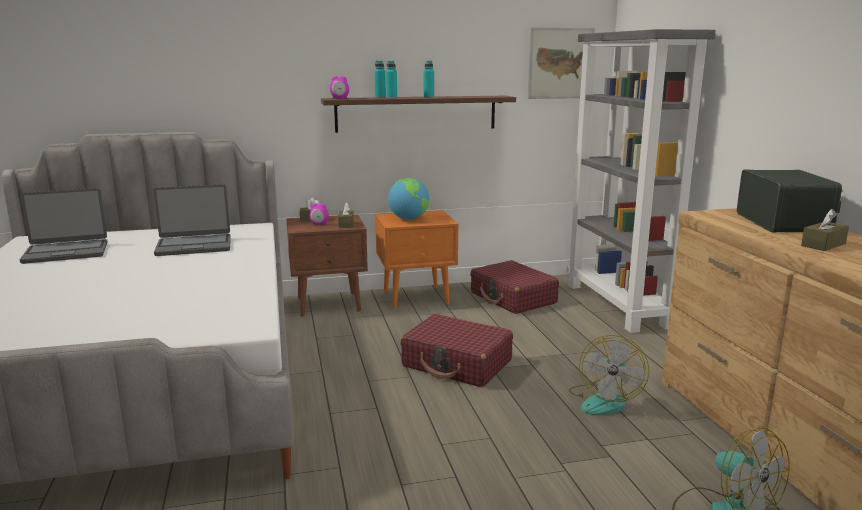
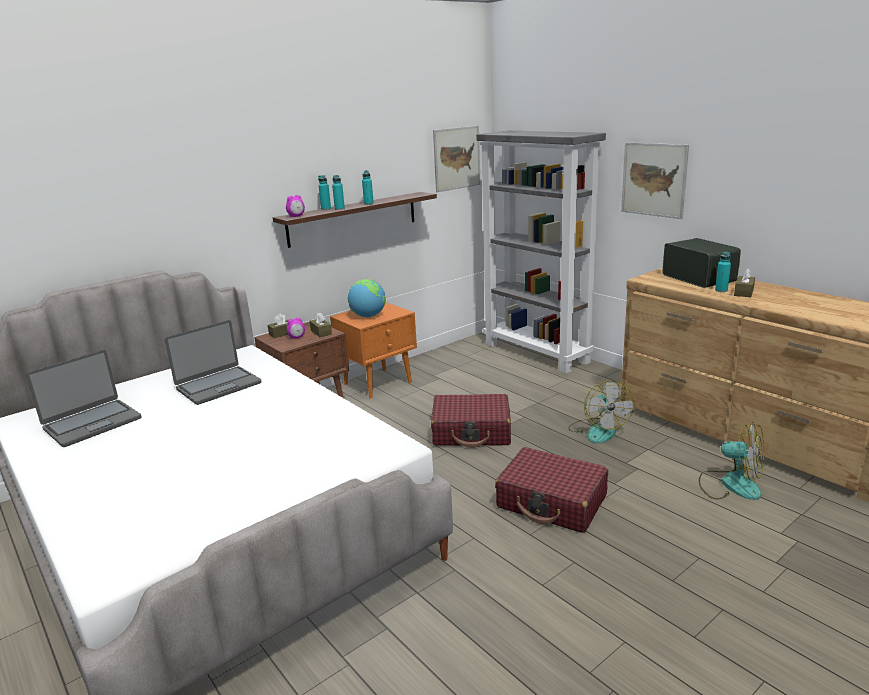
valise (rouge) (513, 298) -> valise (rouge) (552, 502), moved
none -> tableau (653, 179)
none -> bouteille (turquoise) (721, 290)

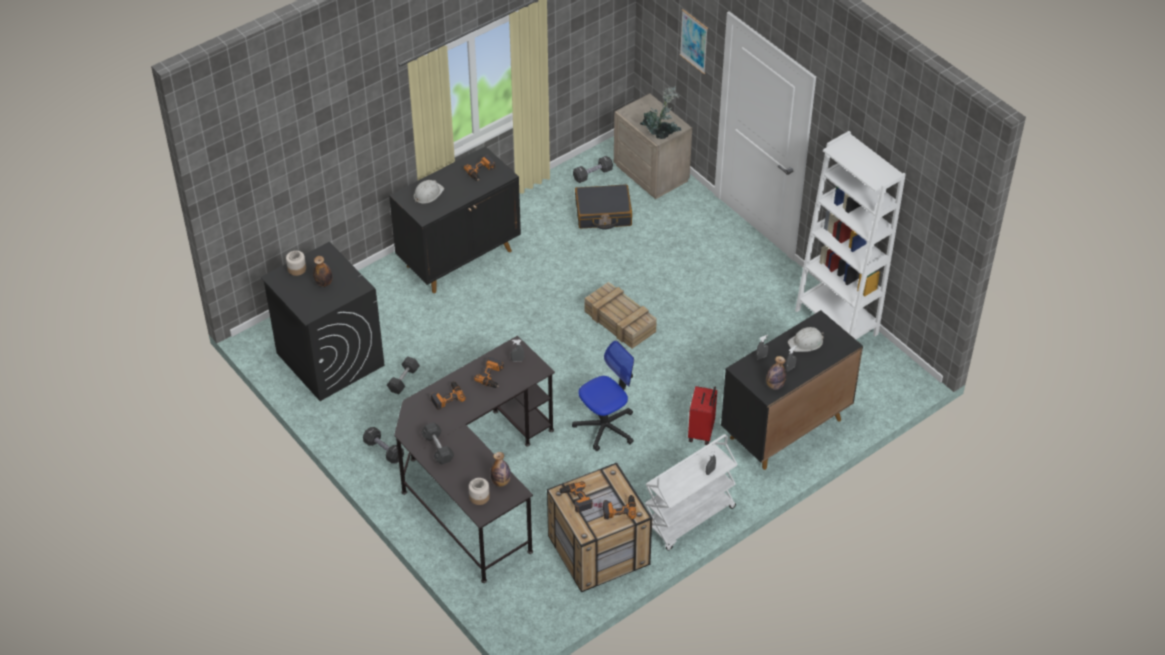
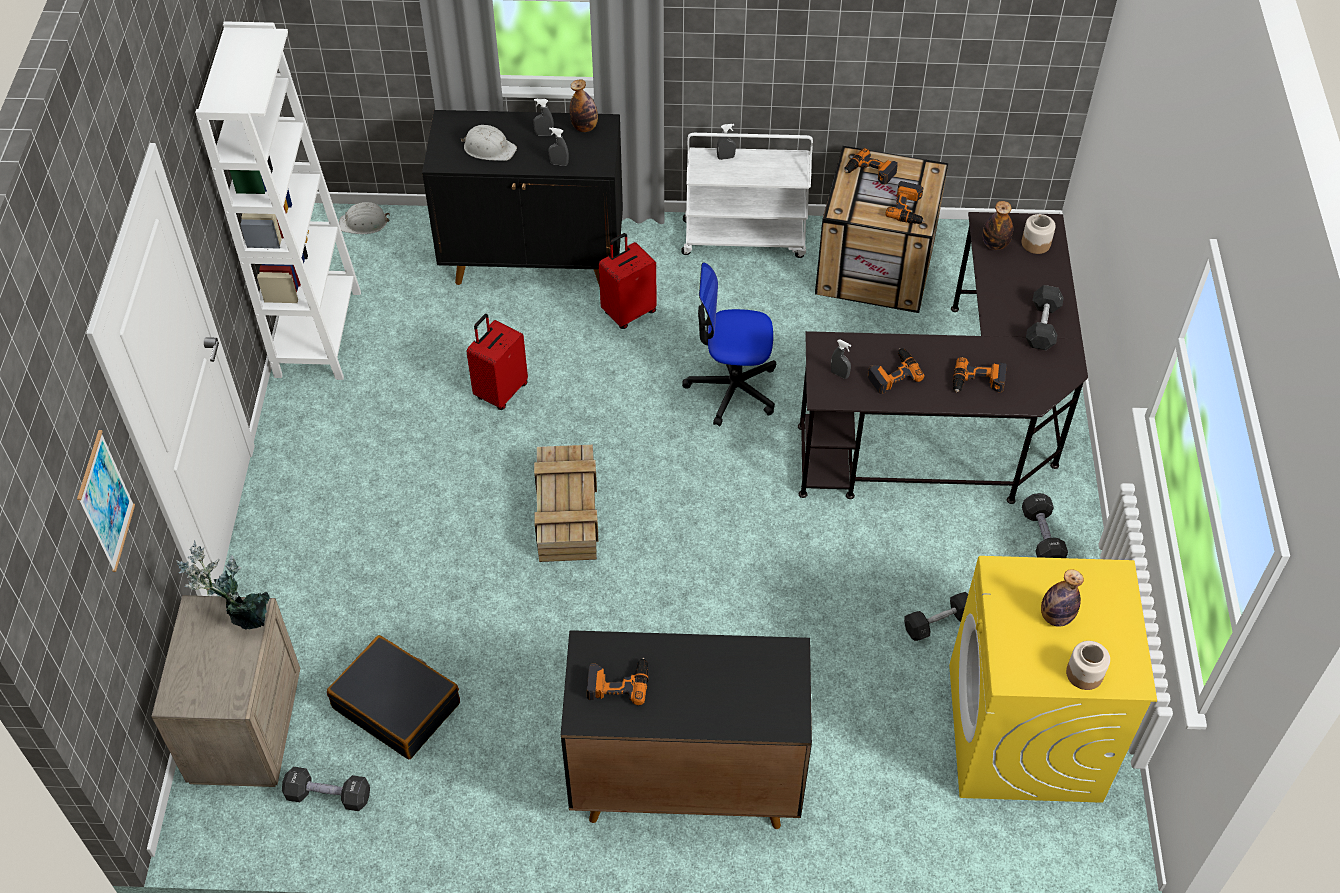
lave-linge (noir) (329, 359) -> lave-linge (jaune) (1024, 733)
casque de chantier (blanc) (428, 194) -> casque de chantier (blanc) (364, 223), moved
none -> valise (rouge) (500, 391)

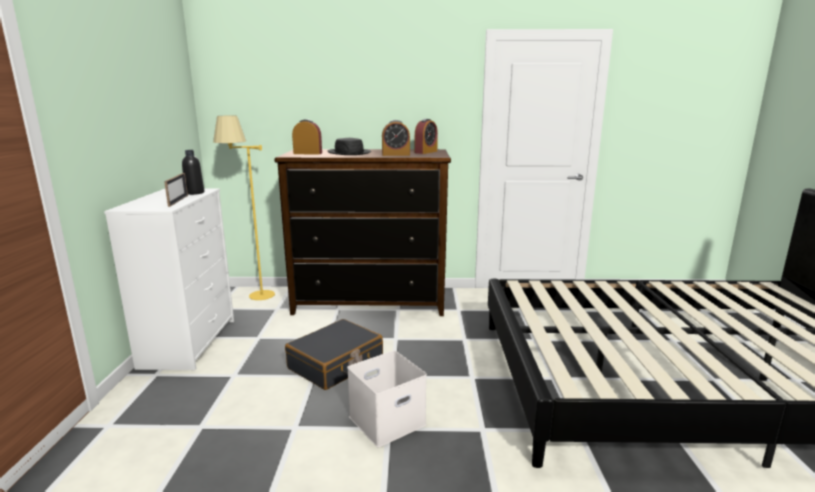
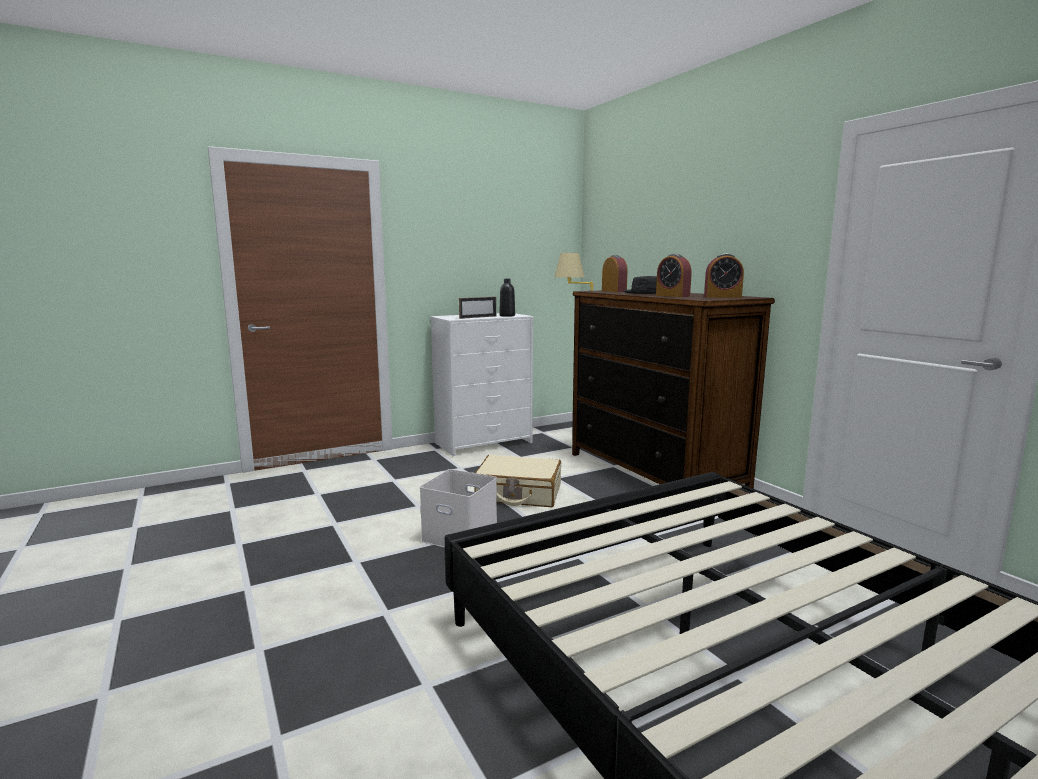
valise (noir) (336, 364) -> valise (beige) (518, 493)

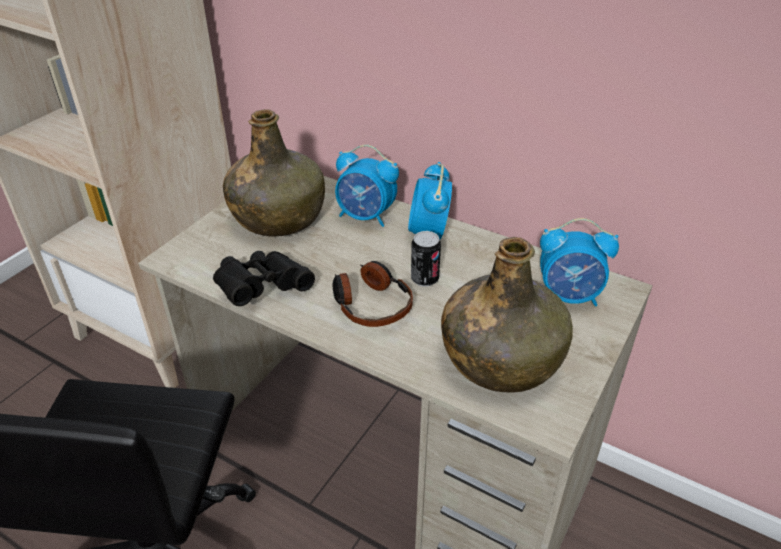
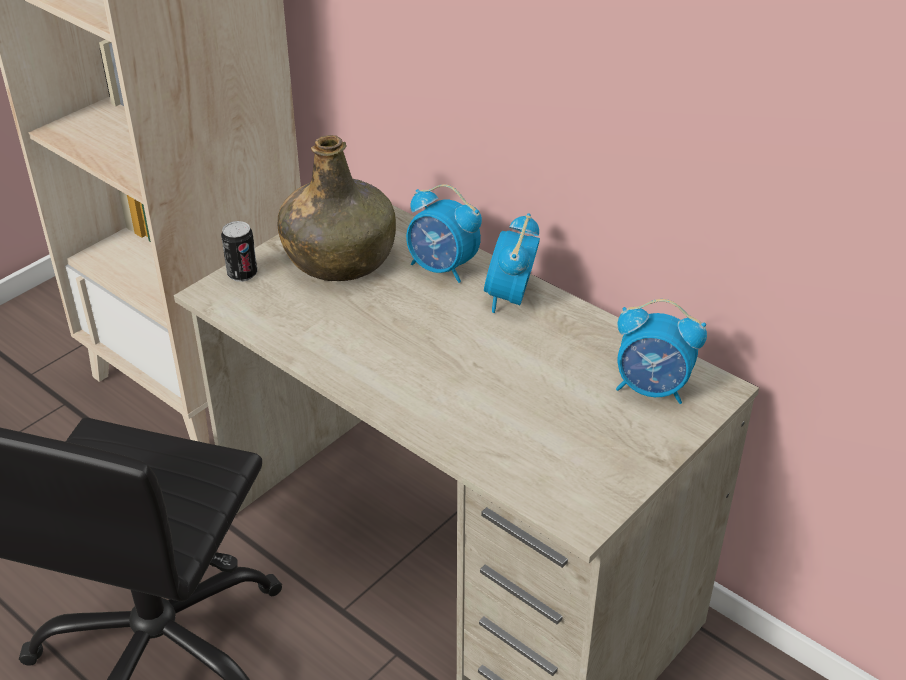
jumelles (noir) (262, 289) -> none
casque audio (370, 304) -> none
boîte métallique (424, 279) -> boîte métallique (242, 274), moved
bouteille (vert) (501, 359) -> none

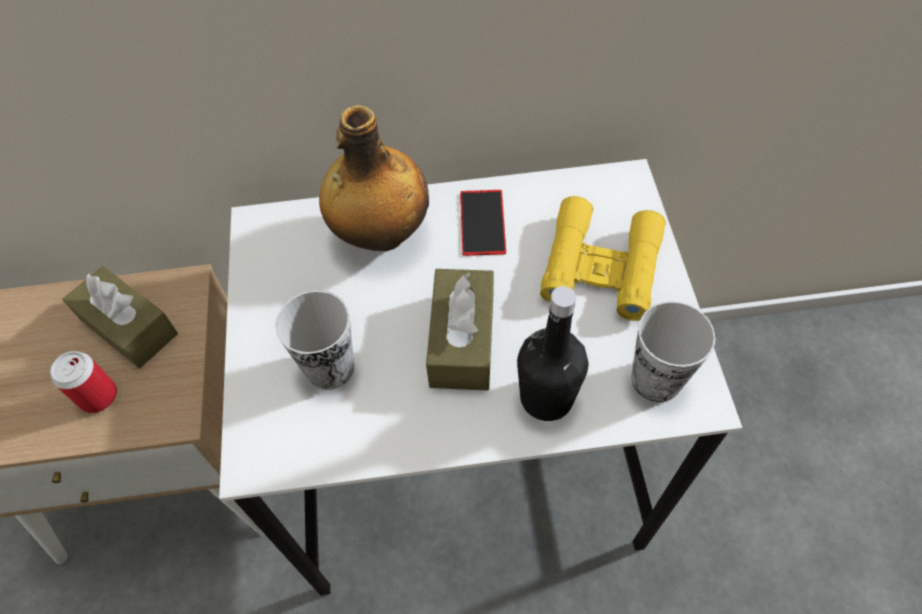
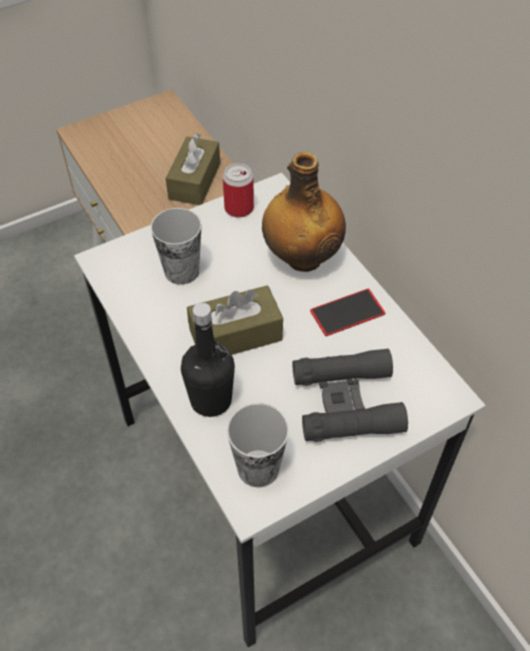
boîte métallique (98, 396) -> boîte métallique (239, 208), moved
jumelles (jaune) (600, 267) -> jumelles (noir) (346, 402)

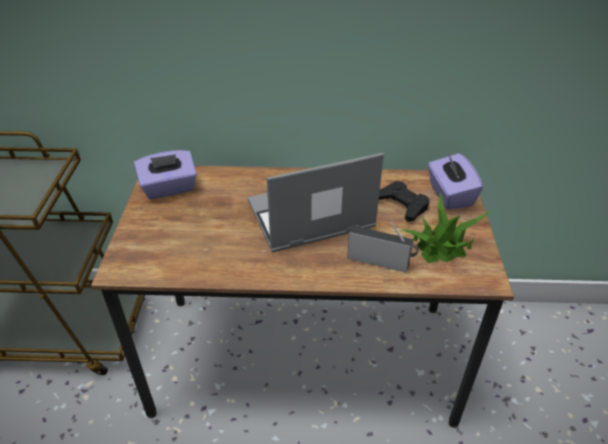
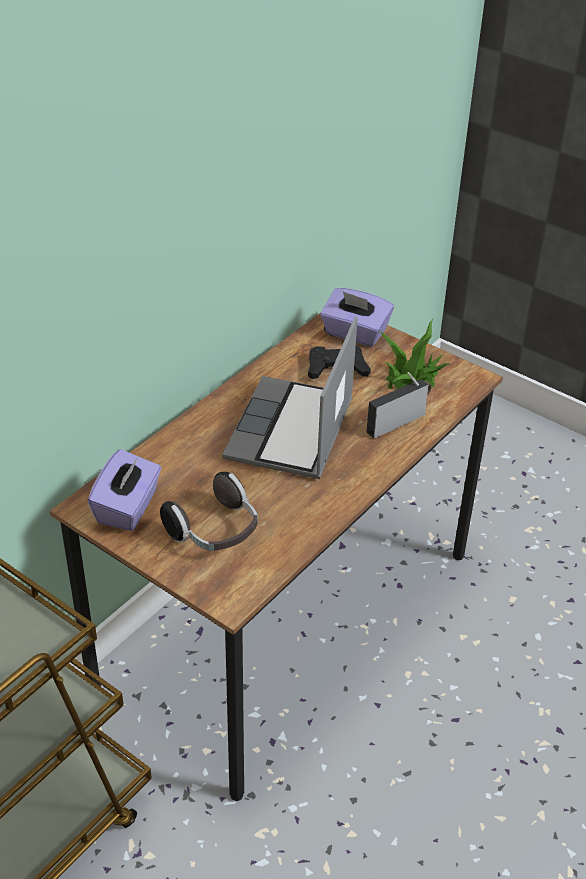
none -> casque audio (215, 532)

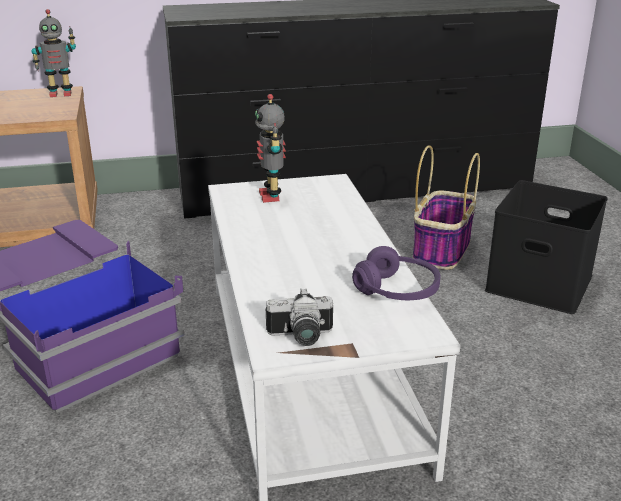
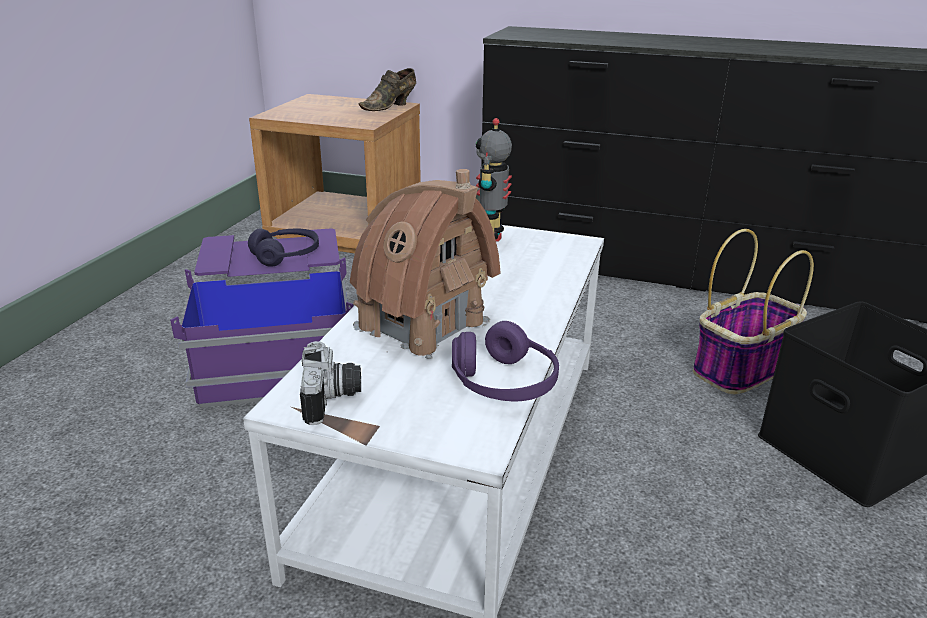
robot jouet (60, 94) -> chaussure (marron) (390, 107)
appareil photo (301, 337) -> appareil photo (333, 399), 120 degrees counterclockwise
none -> casque audio (violet) (286, 255)
none -> maison miniature (422, 325)

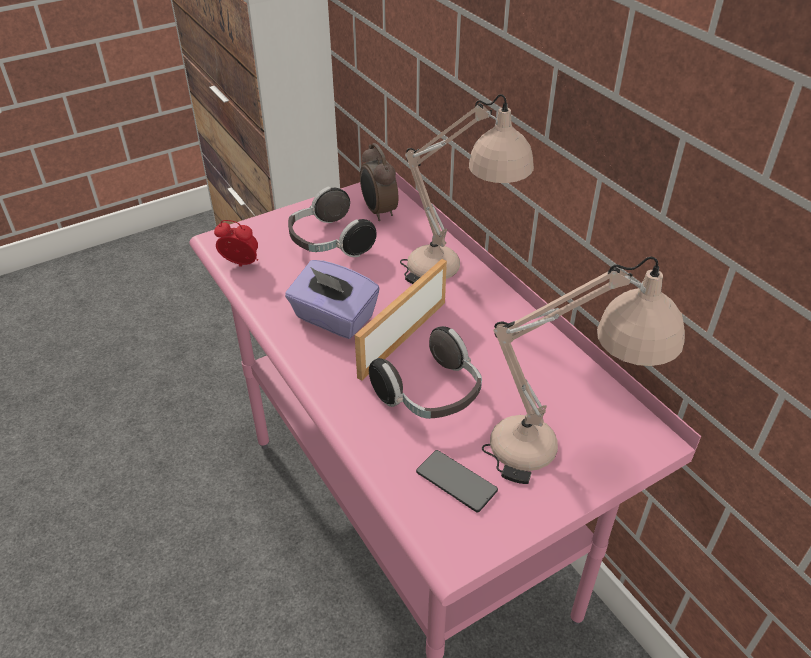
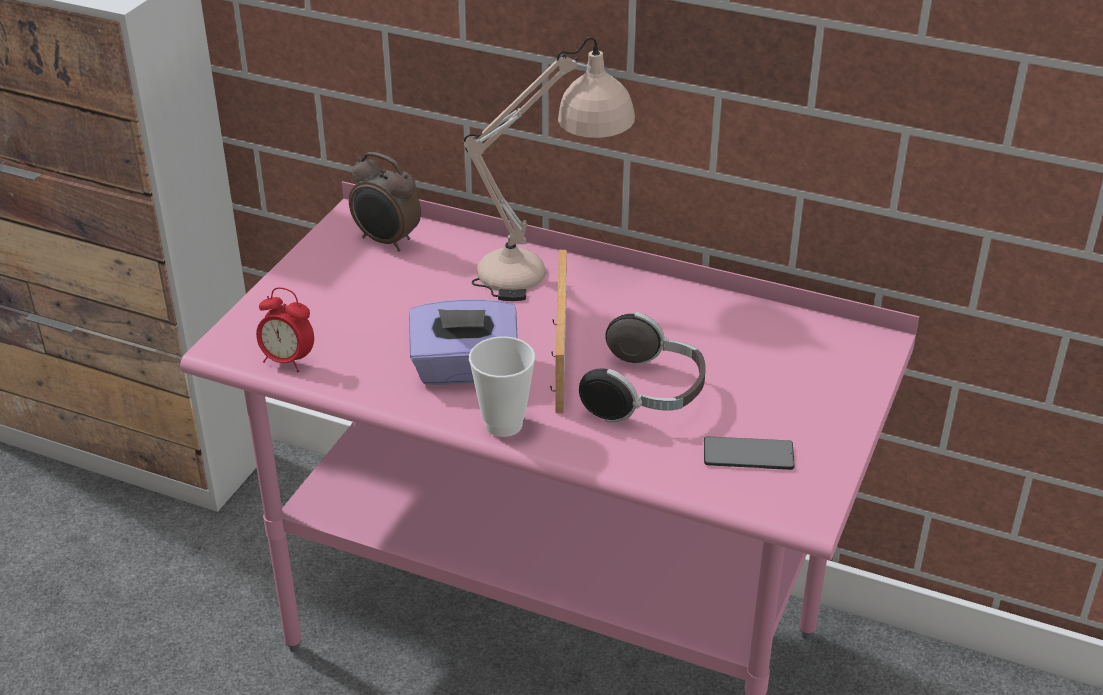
réveil (241, 264) -> réveil (287, 361), 135 degrees counterclockwise
casque audio (328, 243) -> none
lampe de table (beige) (560, 454) -> none
none -> tasse (503, 424)

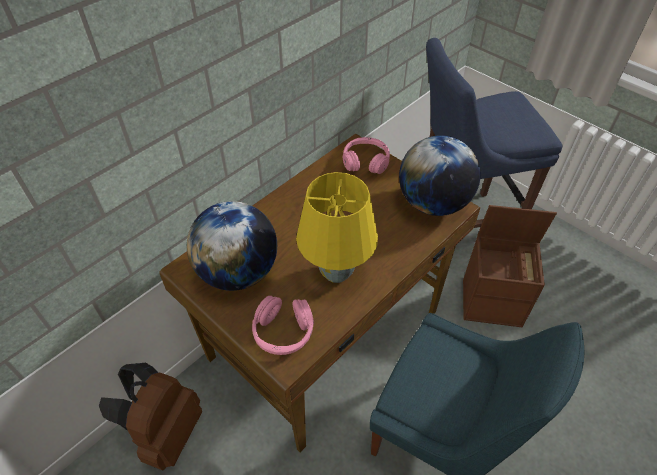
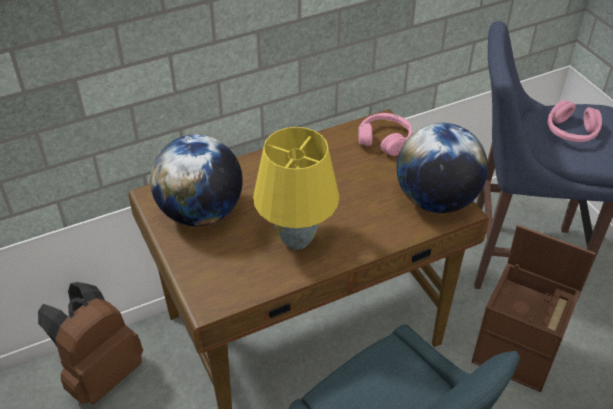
casque audio (rose) (283, 332) -> casque audio (rose) (571, 132), moved

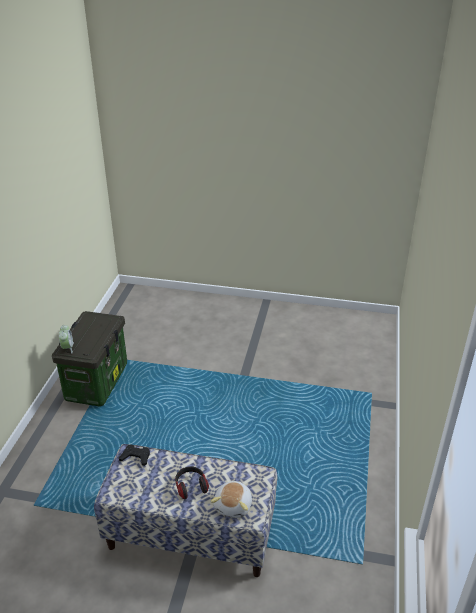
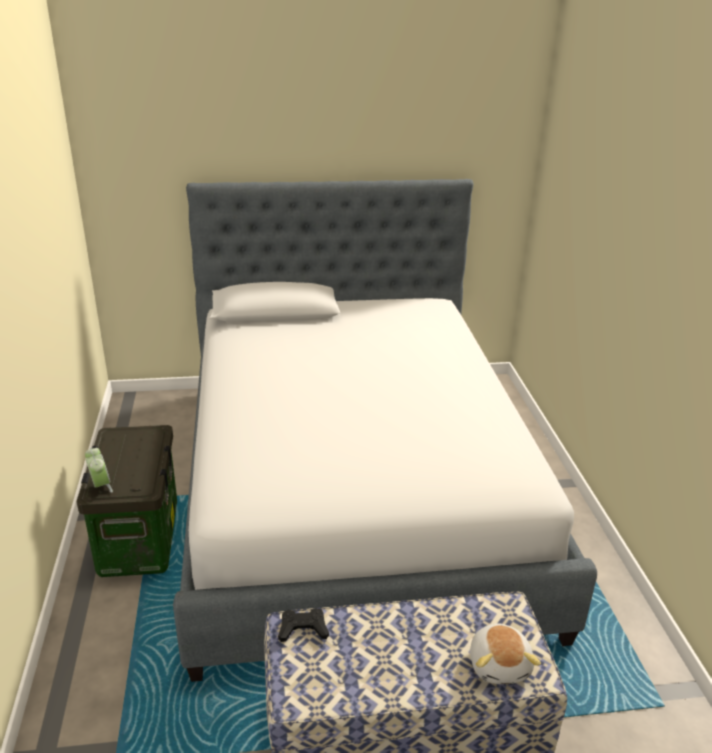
casque audio (191, 486) -> none
none -> lit (352, 492)

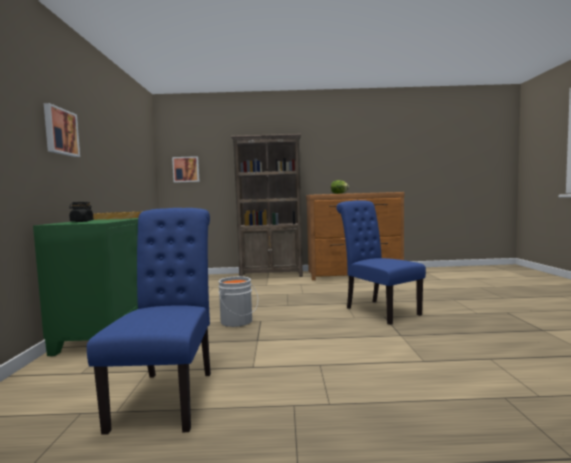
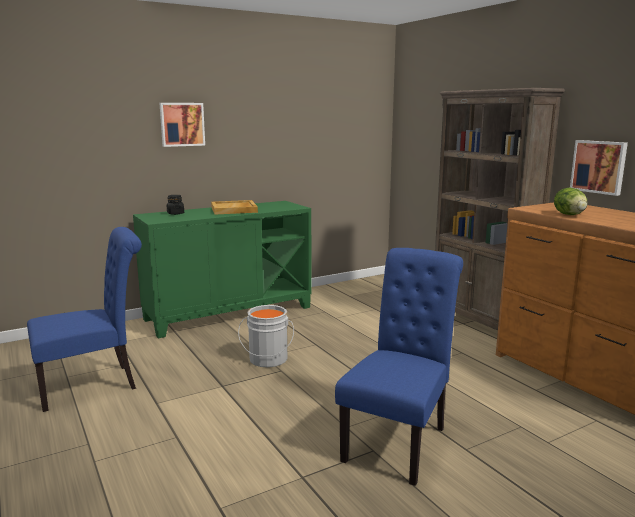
tableau (186, 169) -> tableau (599, 166), moved

